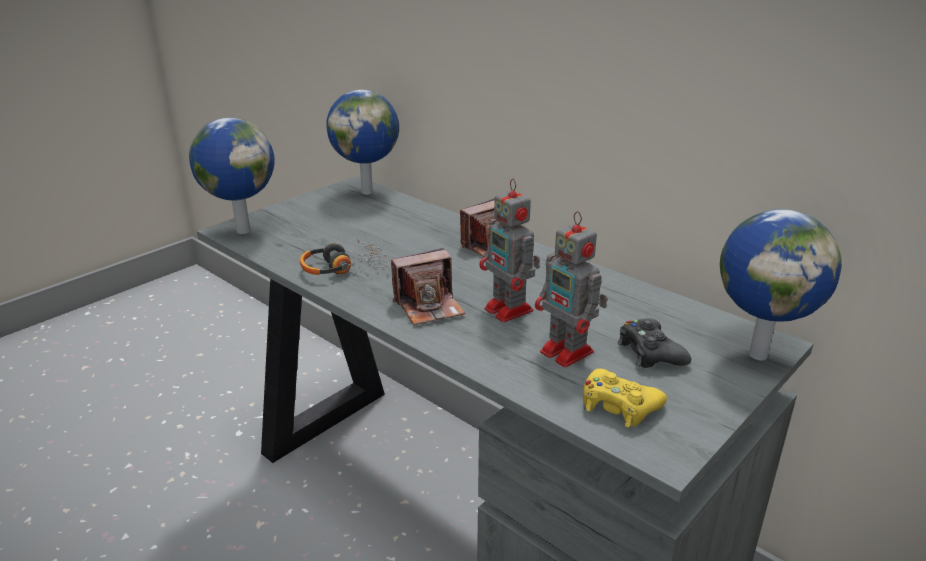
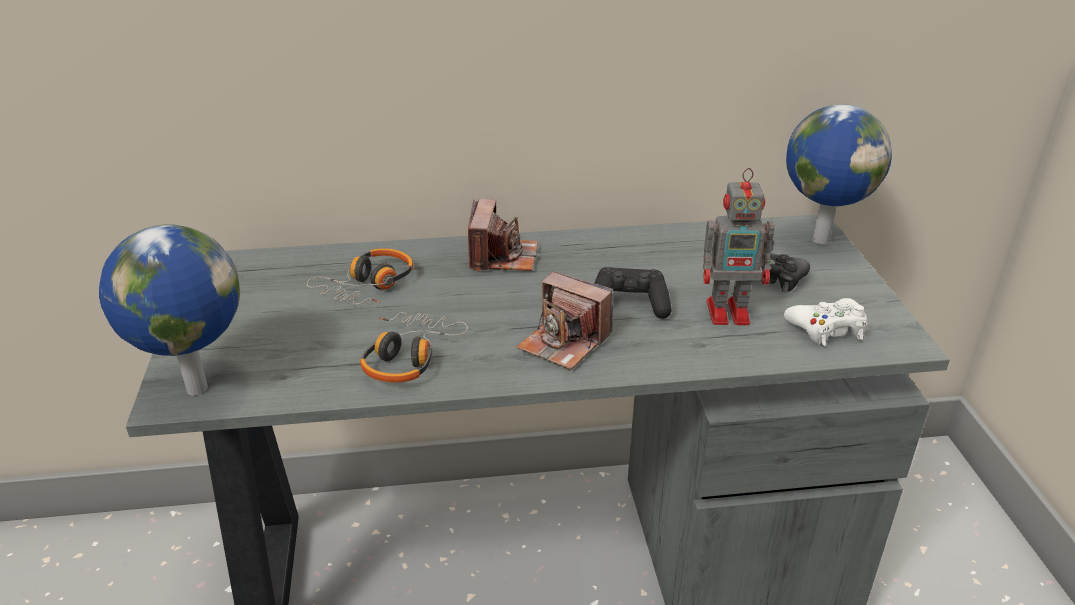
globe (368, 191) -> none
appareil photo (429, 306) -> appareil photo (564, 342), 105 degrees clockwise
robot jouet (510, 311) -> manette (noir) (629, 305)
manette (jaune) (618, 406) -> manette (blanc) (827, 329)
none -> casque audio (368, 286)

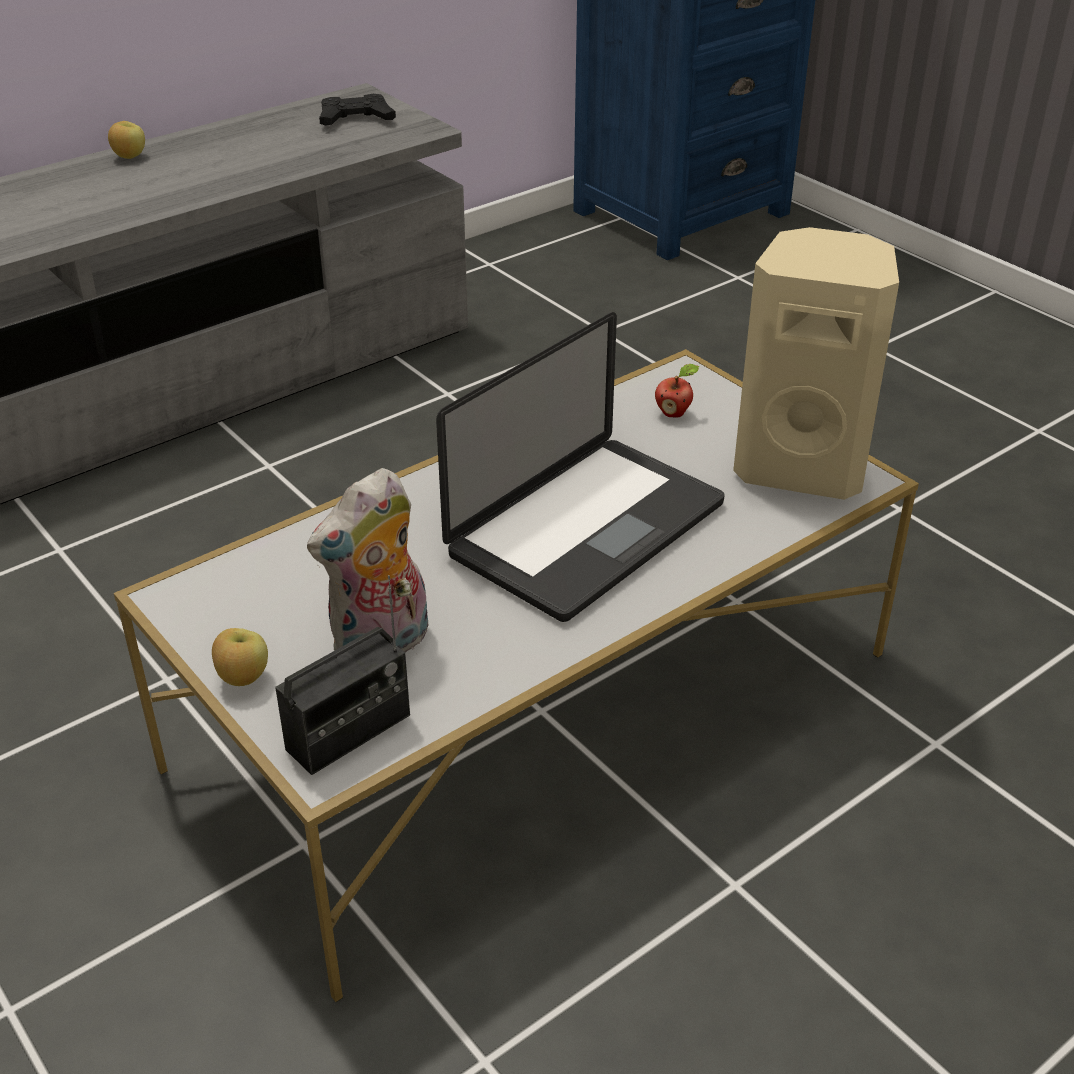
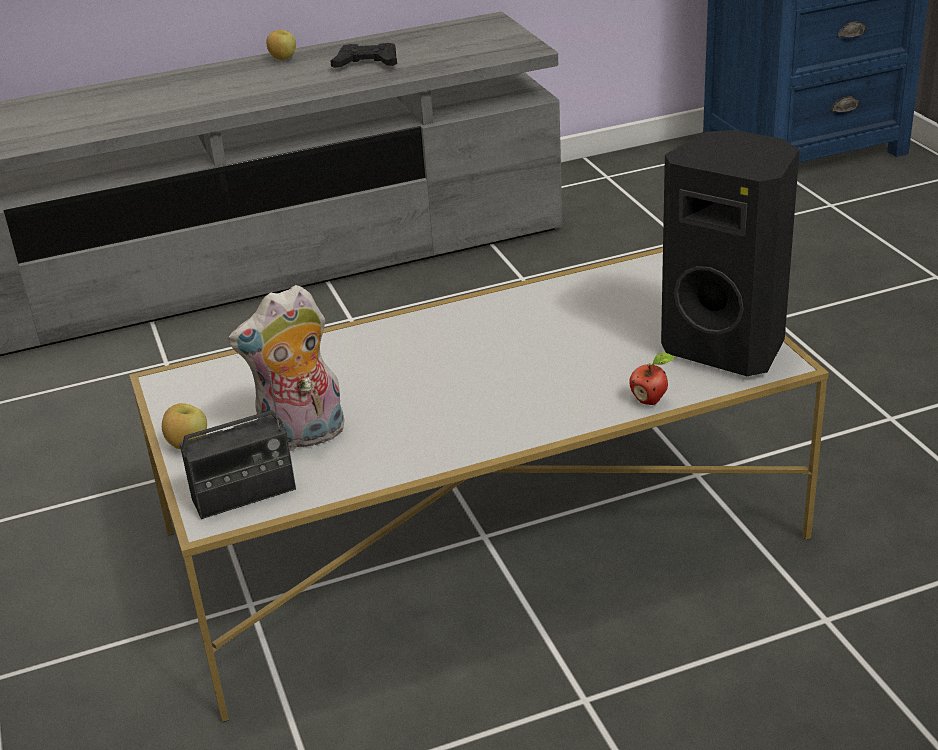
manette (noir) (355, 119) -> manette (noir) (367, 63), moved
ordinateur portable (587, 530) -> none
pomme (674, 413) -> pomme (650, 400), moved
enceinte (beige) (801, 466) -> enceinte (noir) (727, 347)

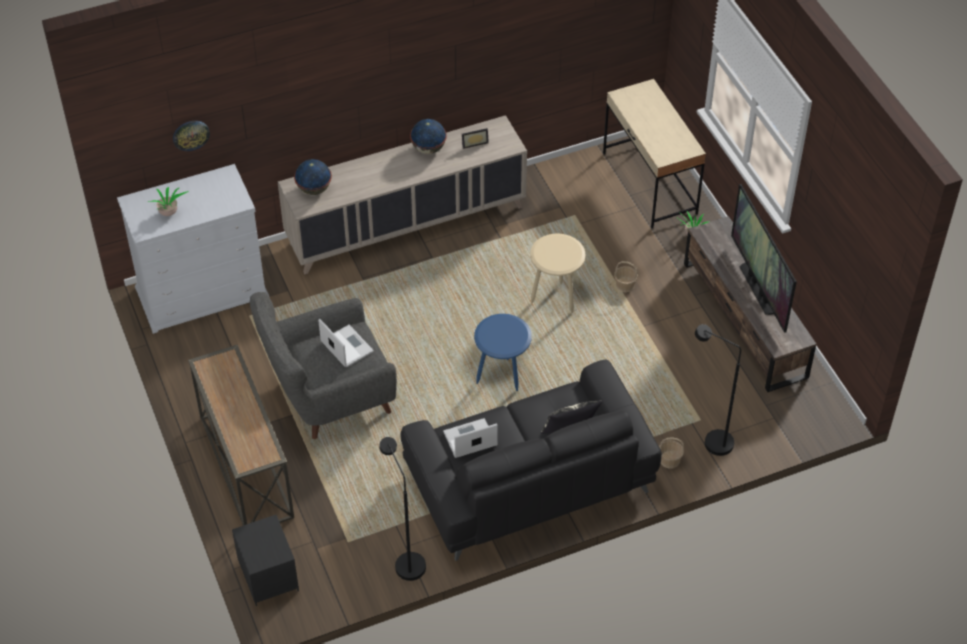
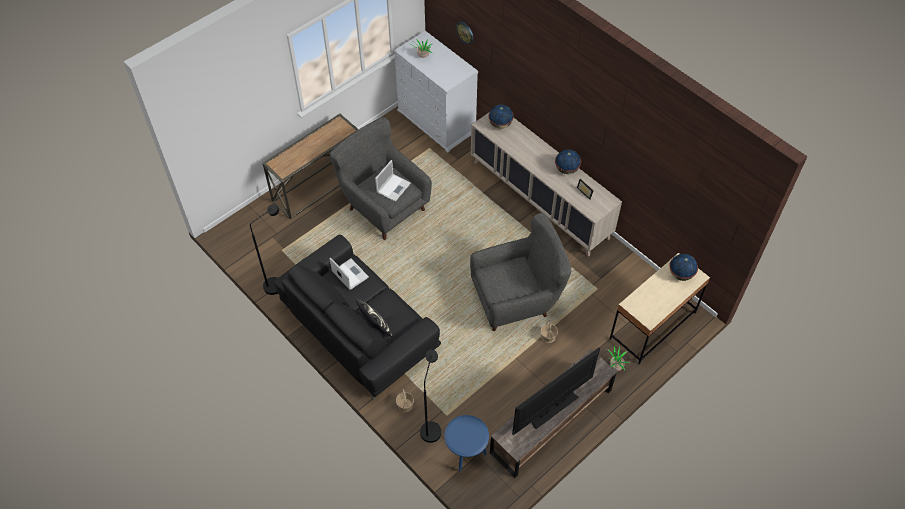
table de chevet (noir) (267, 576) -> none
table d'appoint (bleu) (502, 379) -> table d'appoint (bleu) (466, 457), moved
table d'appoint (beige) (555, 298) -> fauteuil (gris) (516, 299)
none -> globe (681, 274)

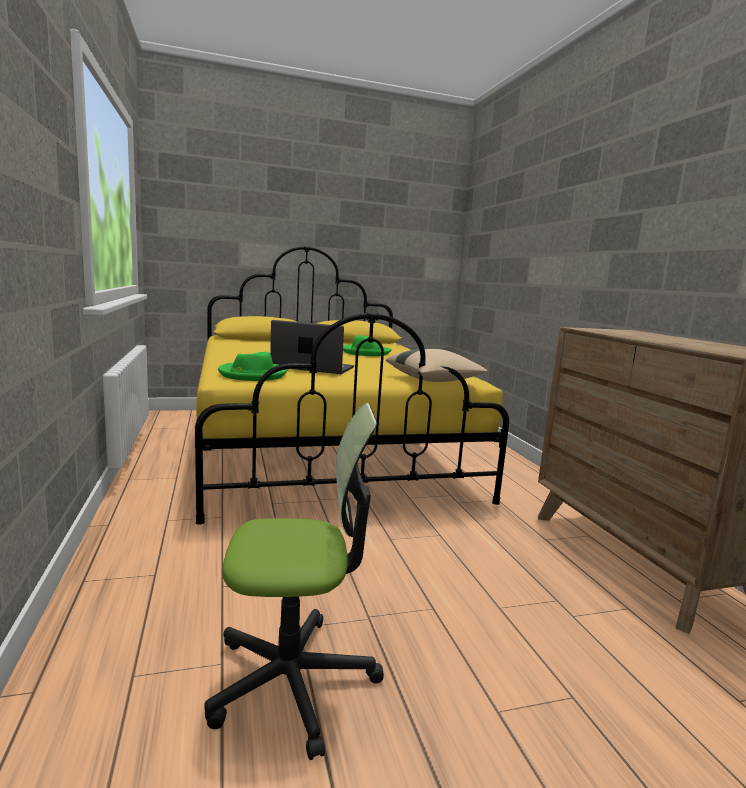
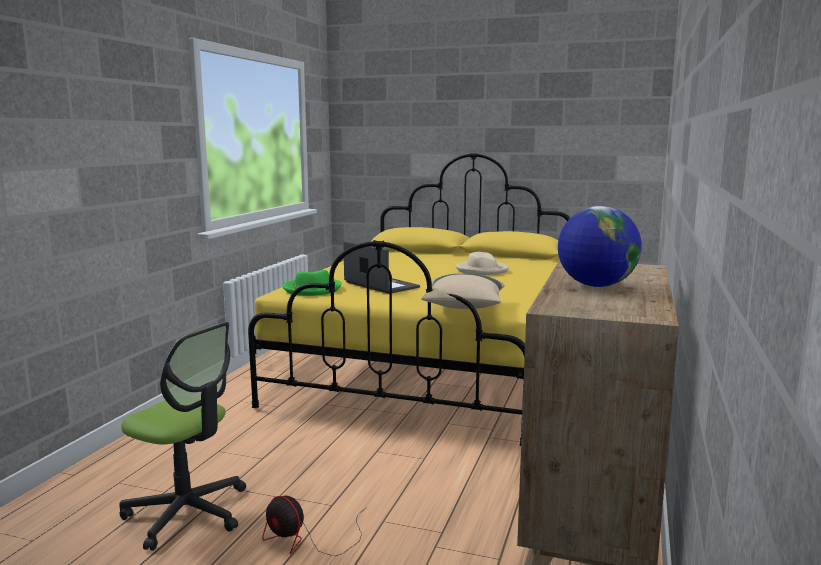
chapeau (vert) (365, 352) -> chapeau (beige) (481, 270)
none -> ventilateur (307, 540)
none -> globe (596, 286)

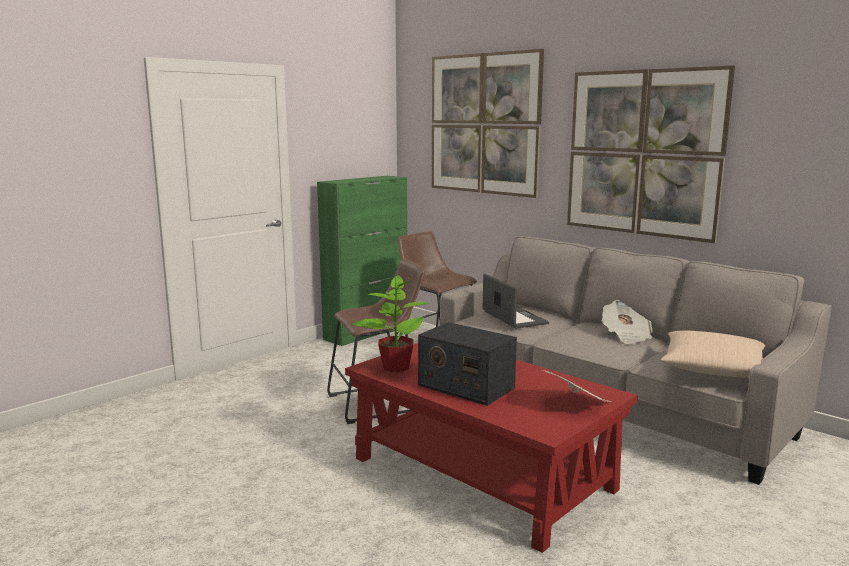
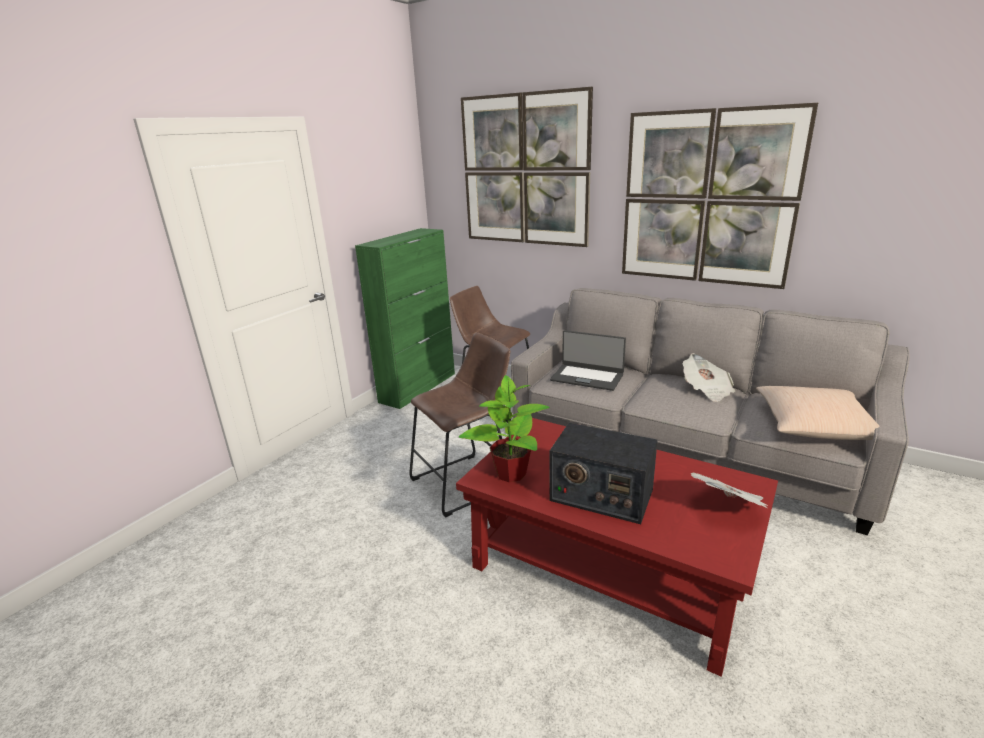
ordinateur portable (513, 318) -> ordinateur portable (587, 377), 150 degrees clockwise

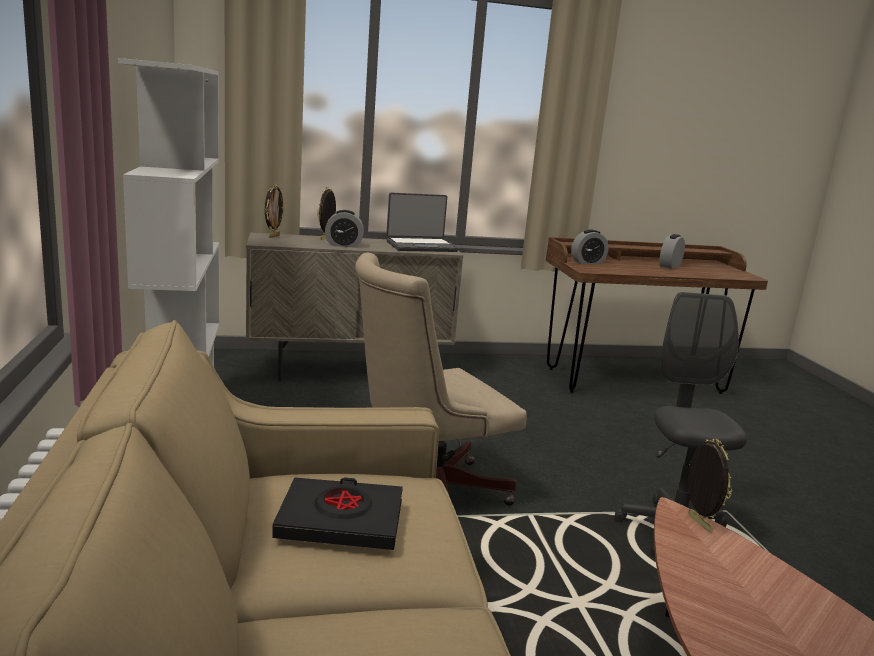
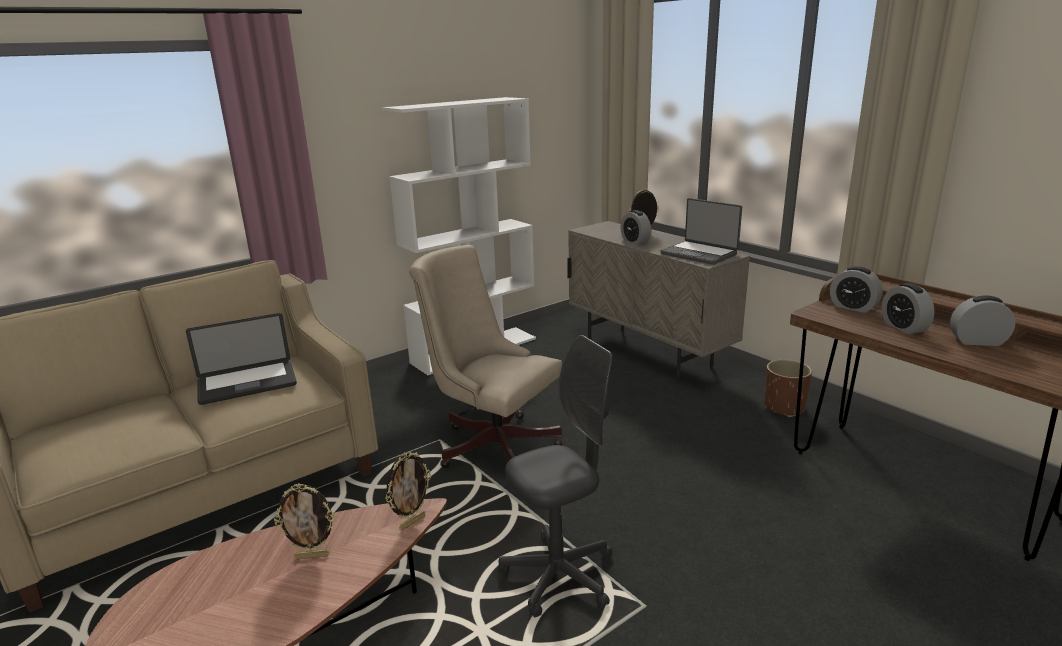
cadre photo (273, 236) -> cadre photo (312, 556), moved
livre (noir) (341, 521) -> ordinateur portable (247, 384)
none -> cache-pot (marron) (784, 407)
none -> réveil (903, 327)

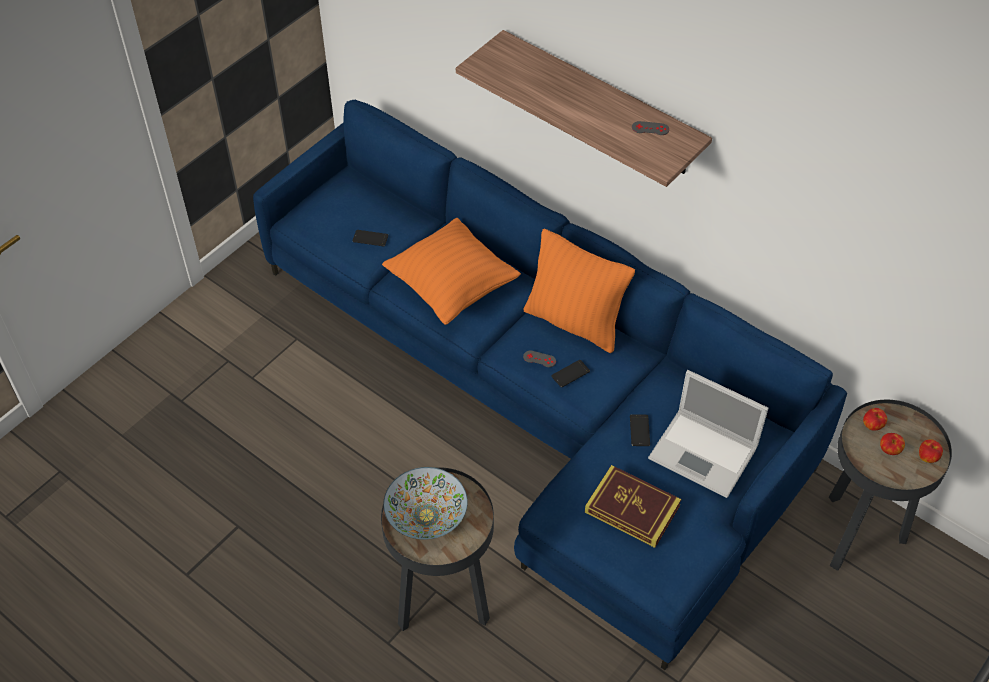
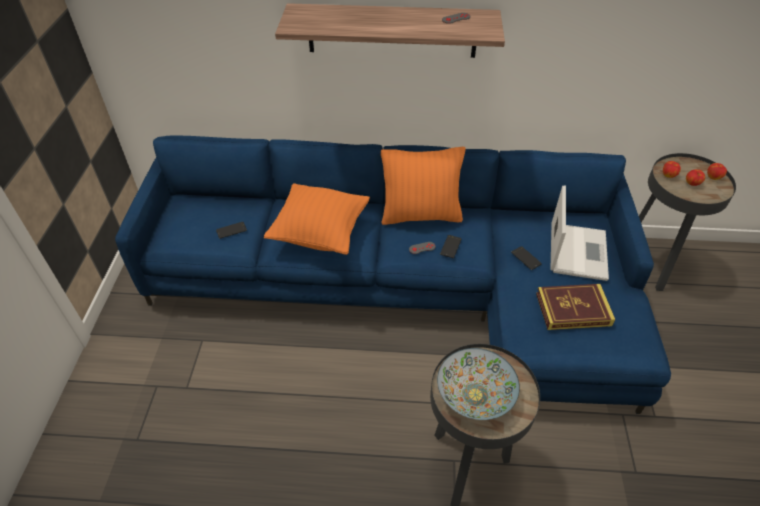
ordinateur portable (705, 454) -> ordinateur portable (577, 250), 75 degrees counterclockwise

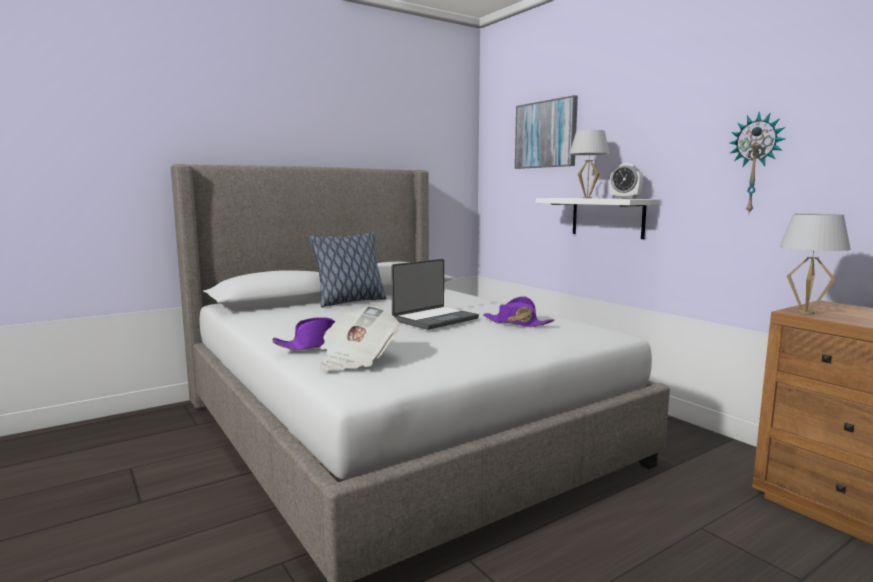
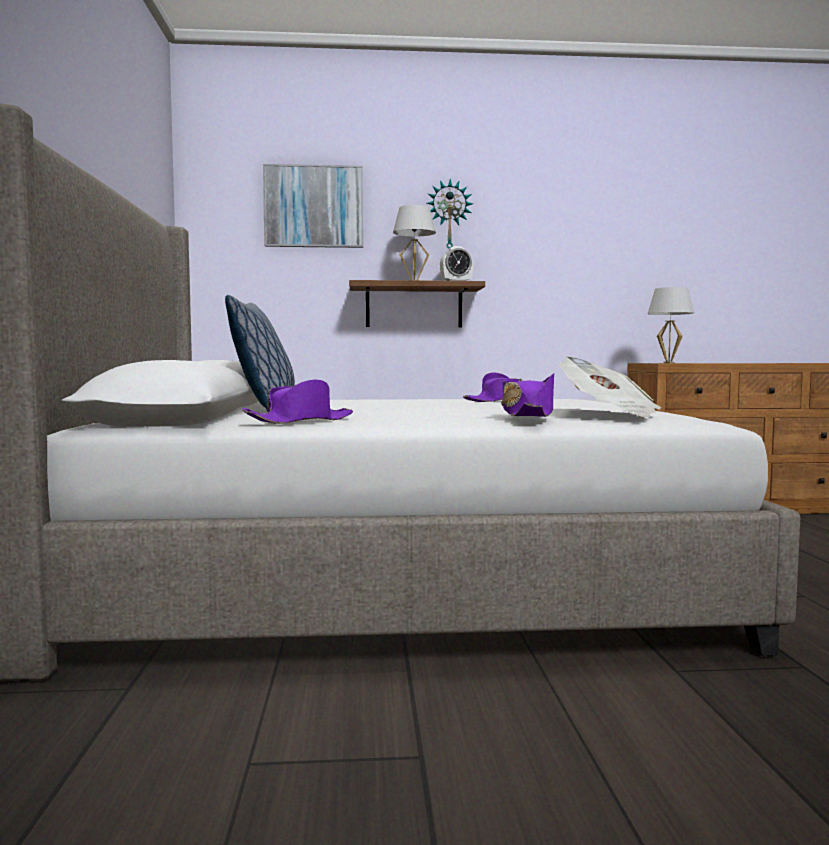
ordinateur portable (434, 319) -> none
étagère (blanc) (607, 217) -> étagère (marron) (414, 306)
horloge murale (756, 164) -> horloge murale (449, 223), moved
none -> chapeau (violet) (300, 421)

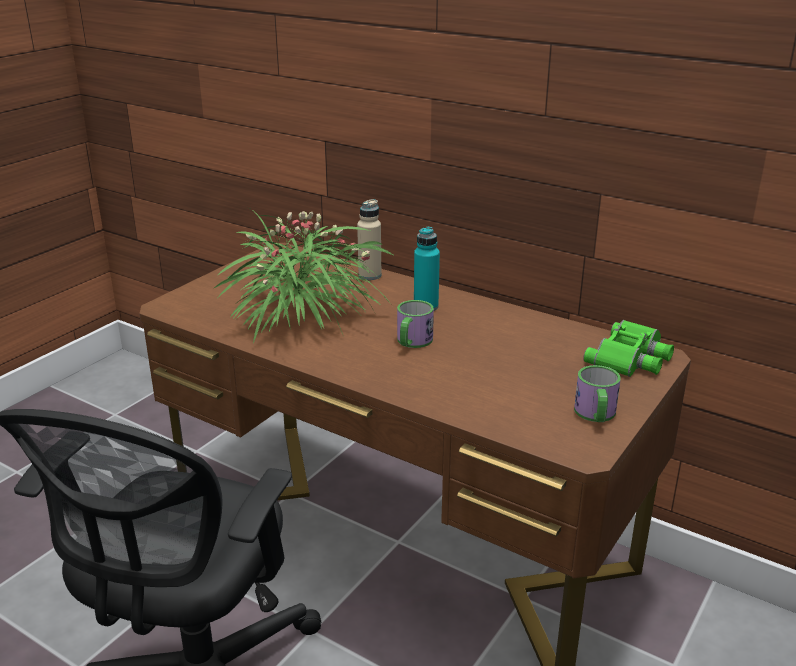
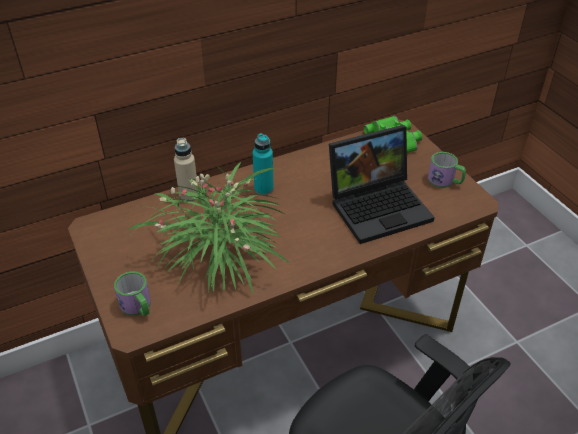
mug (412, 342) -> mug (138, 307), moved
none -> ordinateur portable (379, 206)

